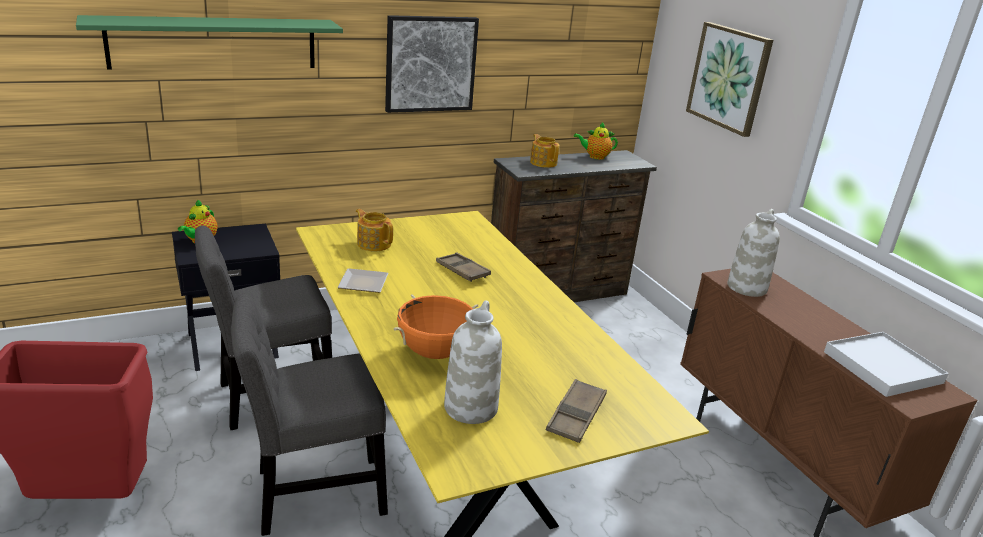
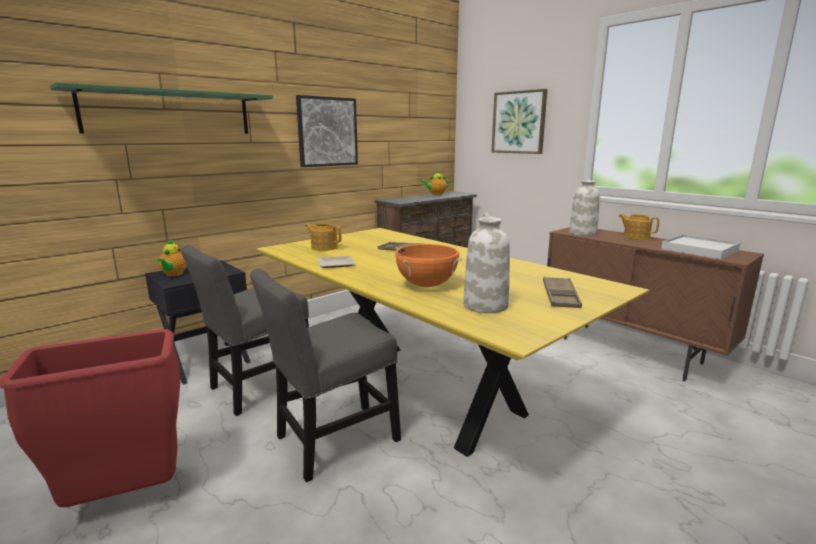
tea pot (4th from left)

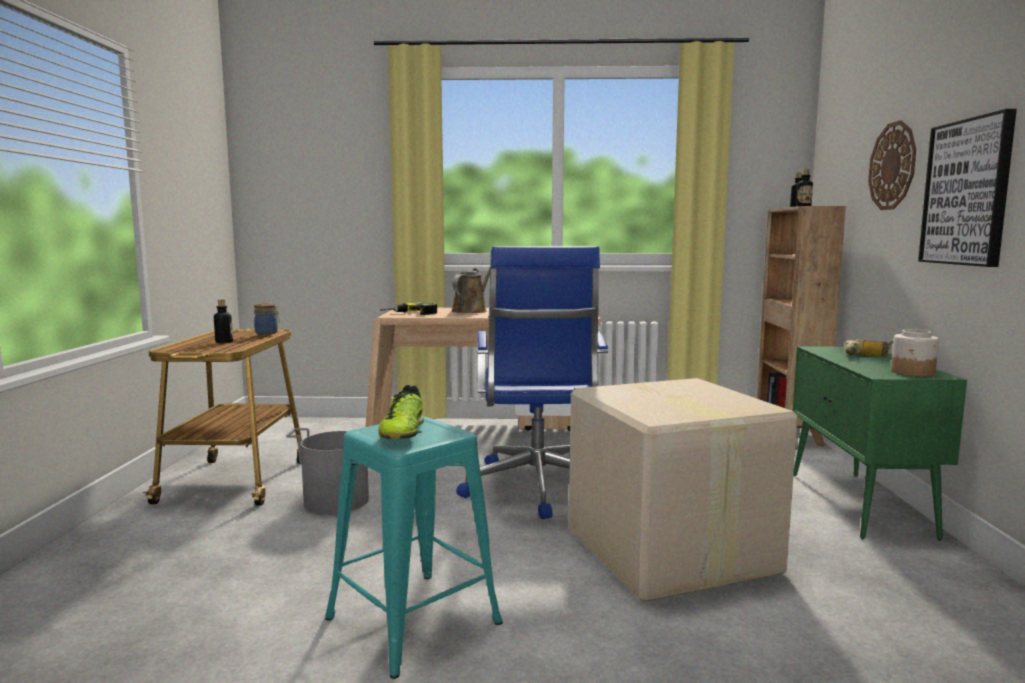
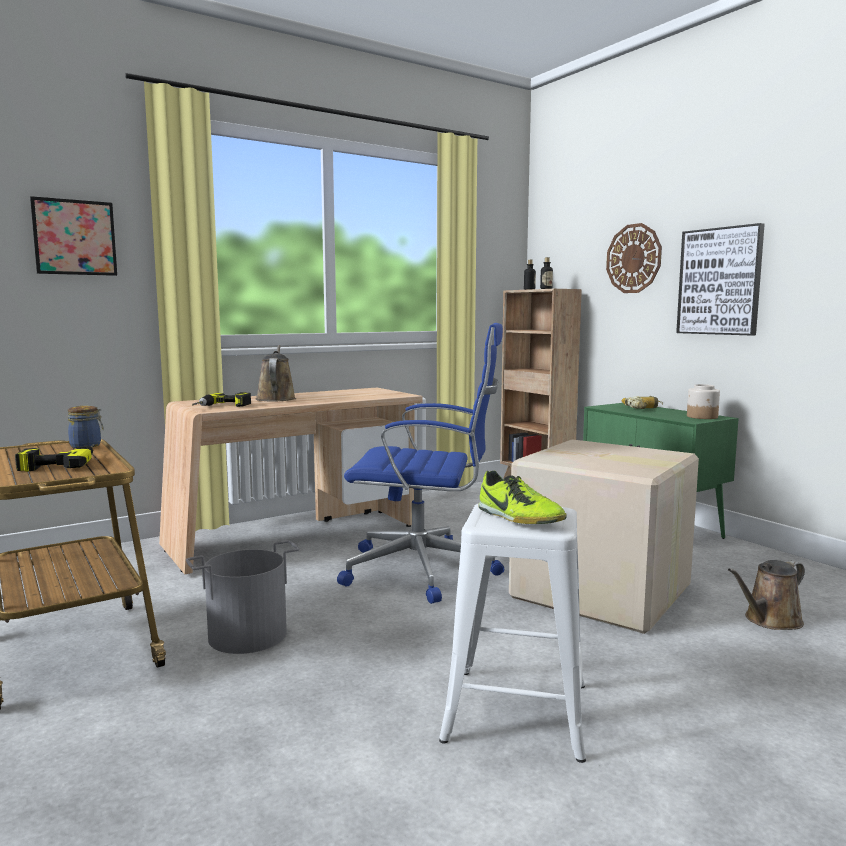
power drill (1st from left); wall picture (1st from left); desk chair (blue); sitting stool (whitish); watering pot (brownish) (2nd from left)

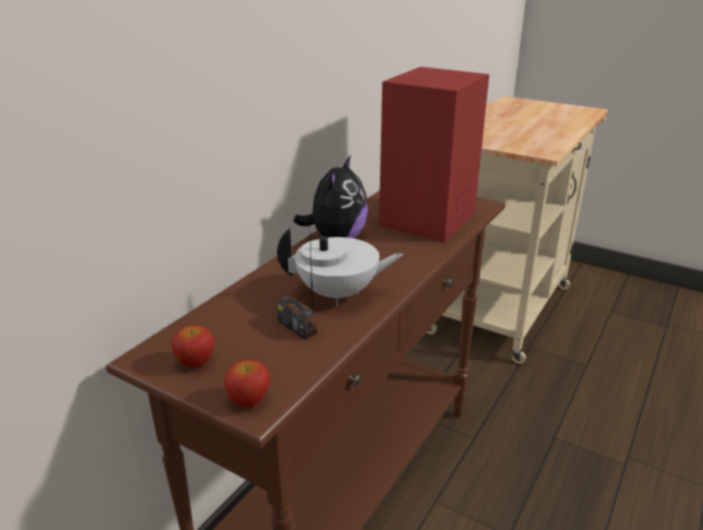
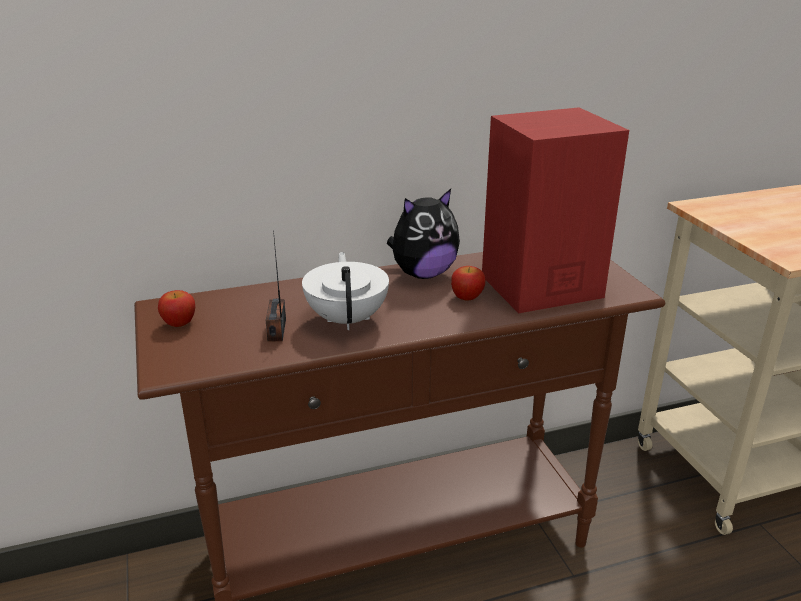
tea pot (whitish); apple fruit (2nd from left)

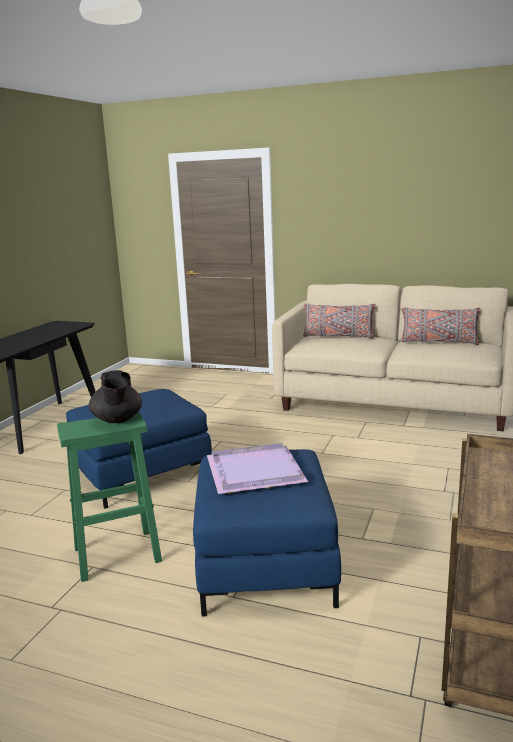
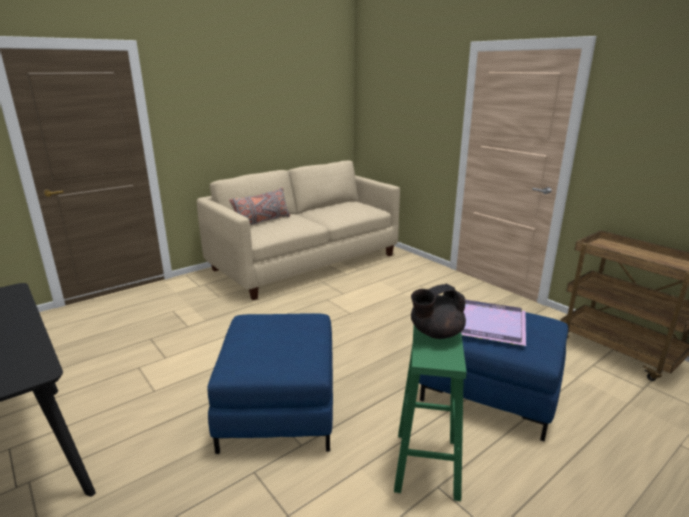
tea pot (blackish); cushion (gray) (2nd from left in the first image)

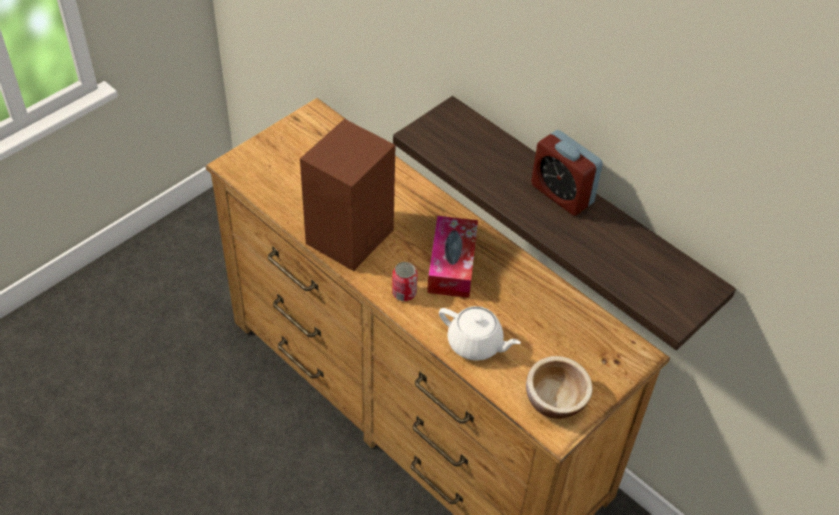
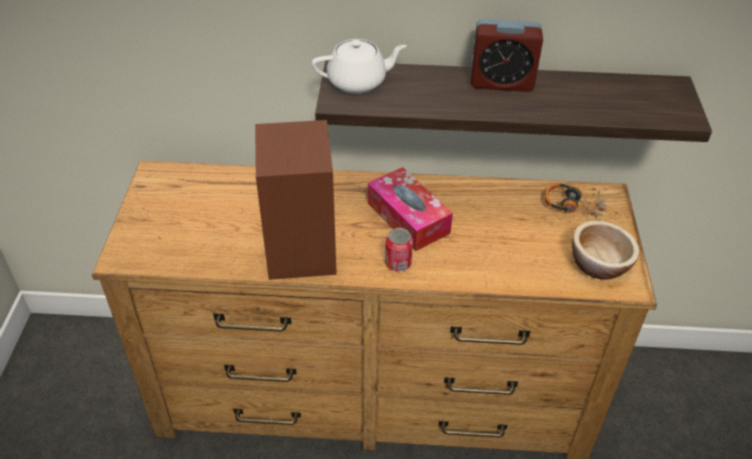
tea pot (whitish); headphones

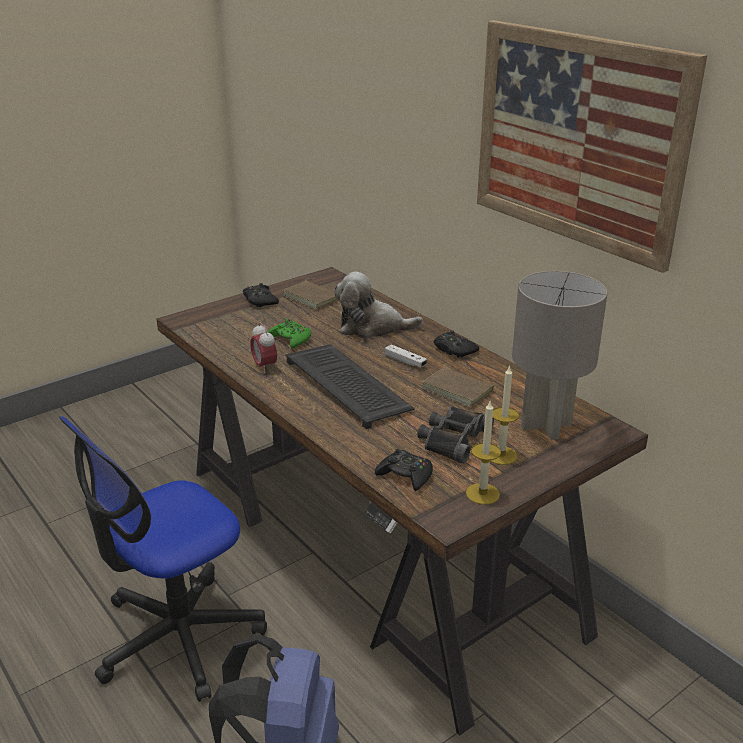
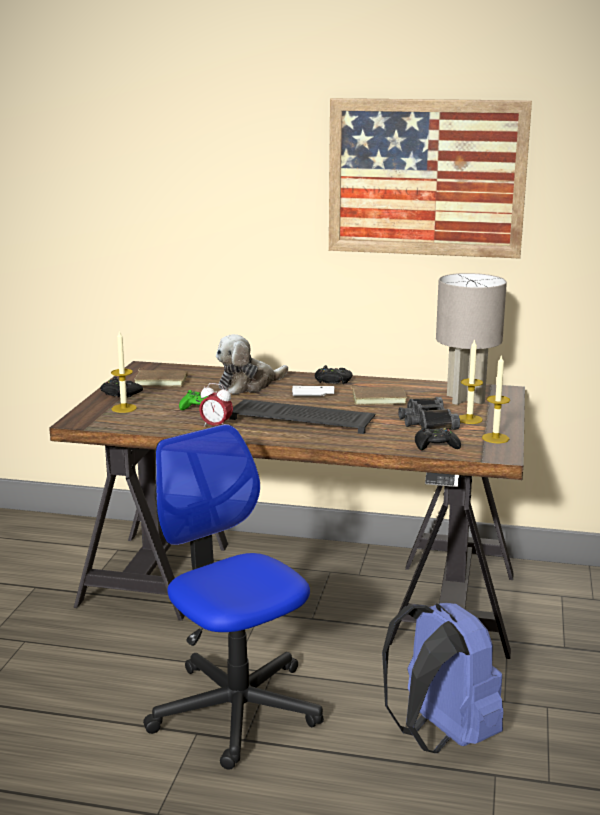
wax candle (1st from left); desk chair

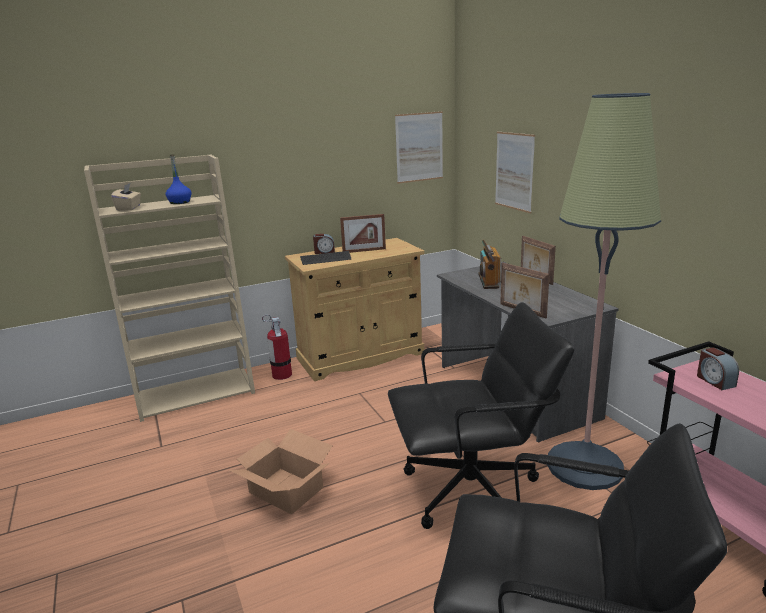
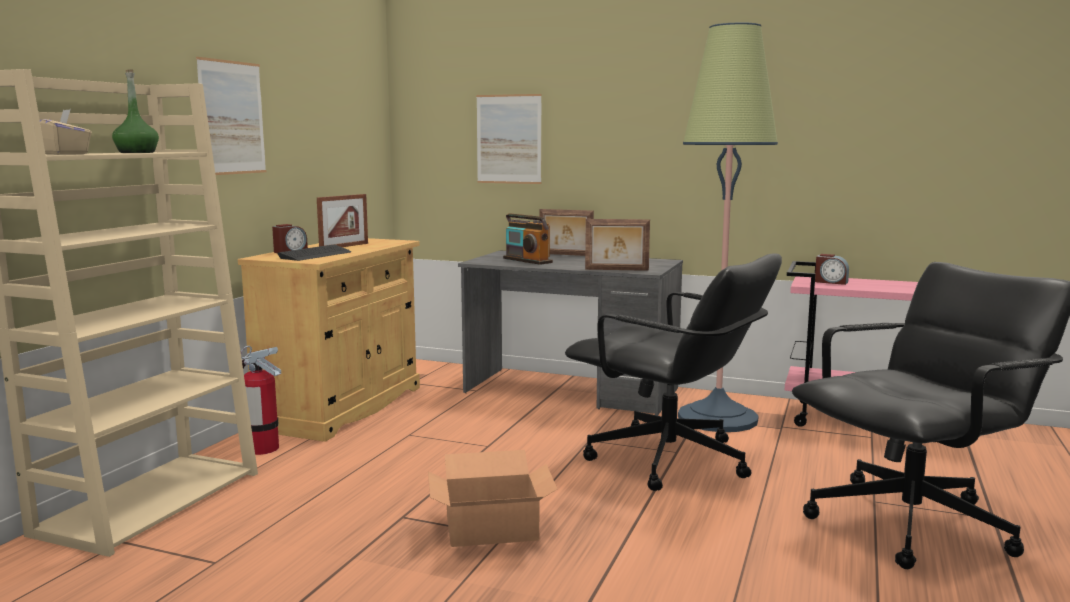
drink bottle (green); wall picture (1st from left); desk chair (blackish) (1st from left)

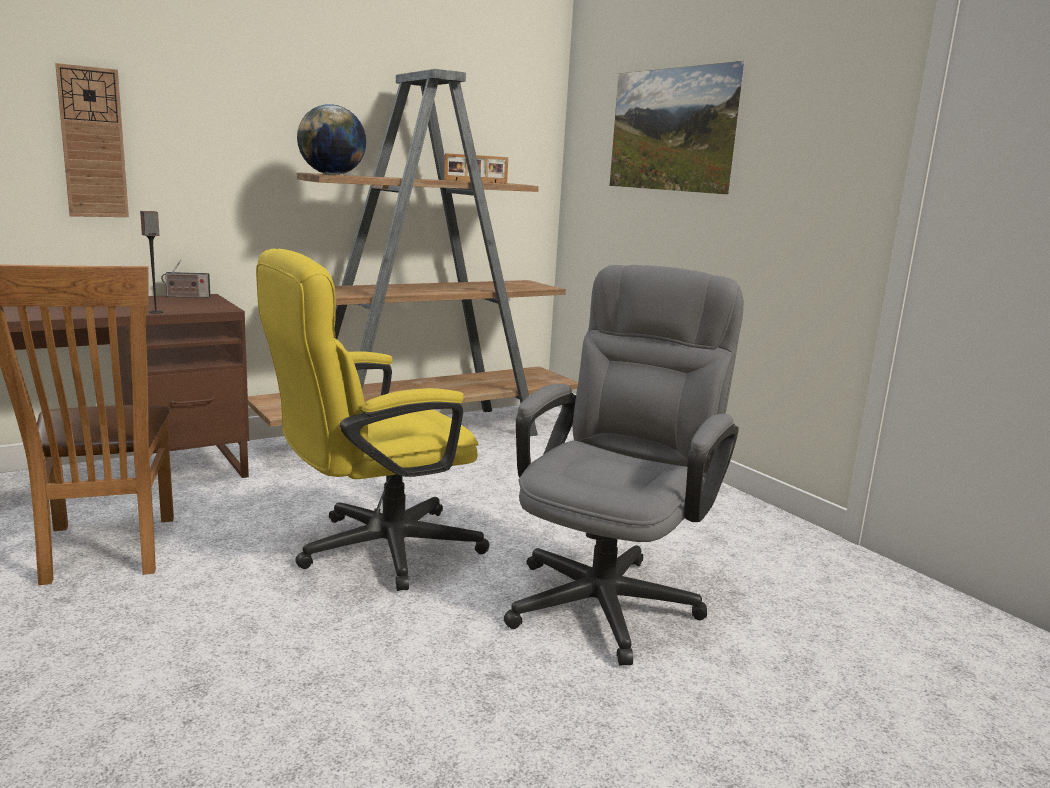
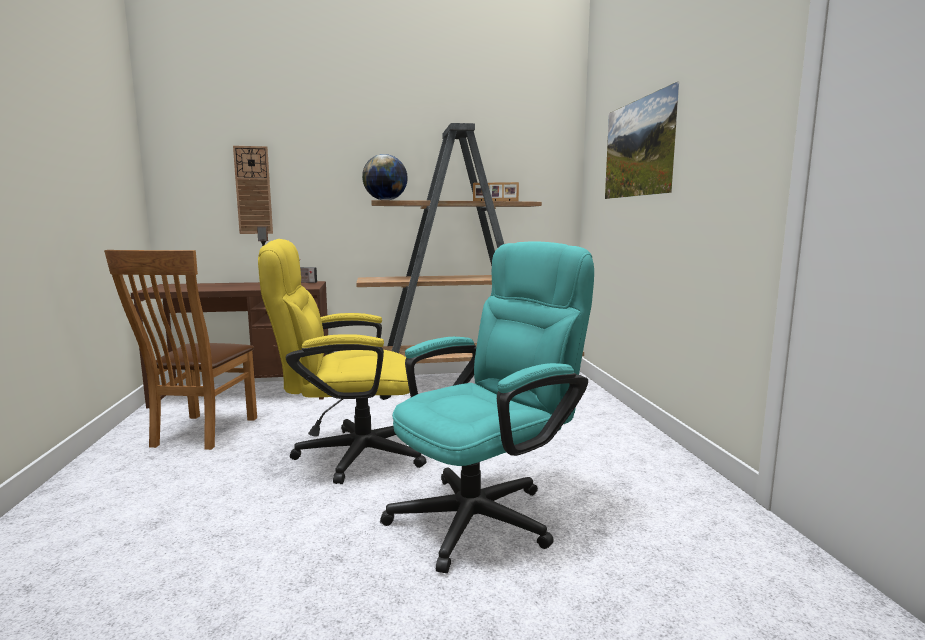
desk chair (turquoise)

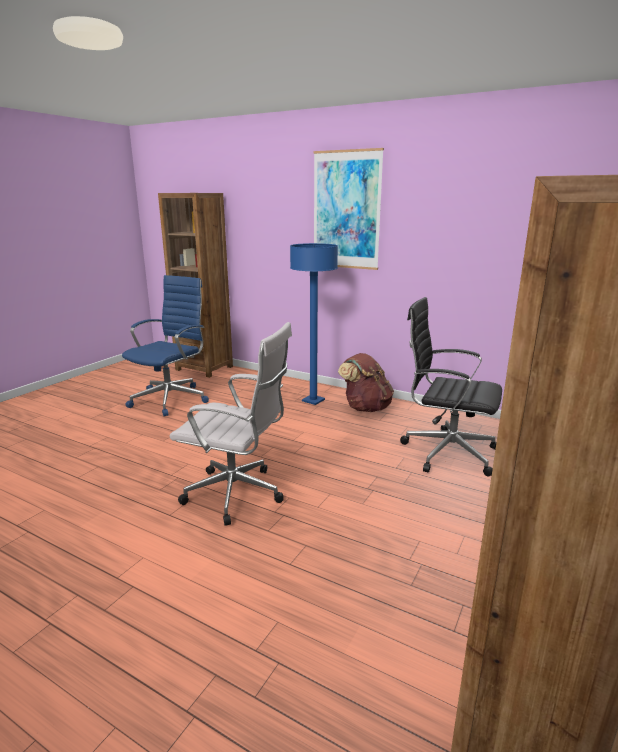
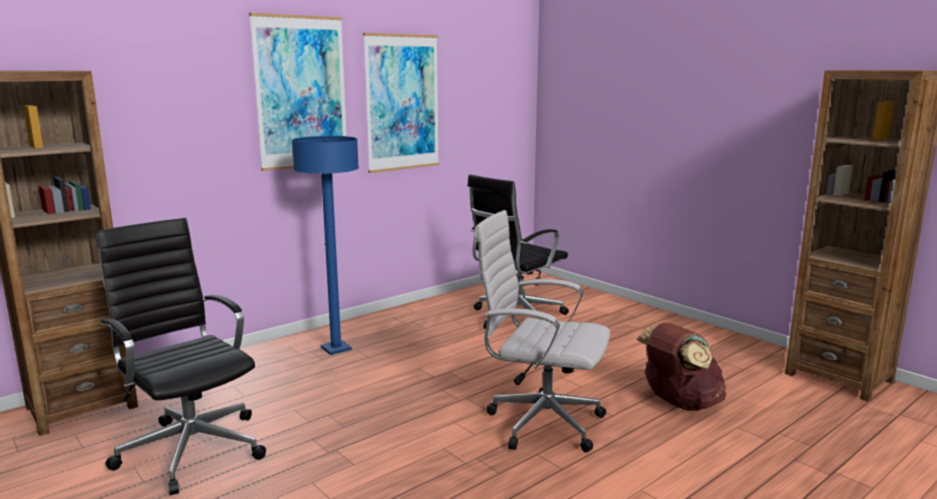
desk chair (blackish) (1st from left); wall picture (2nd from left); desk chair (whitish); knapsack (brownish)

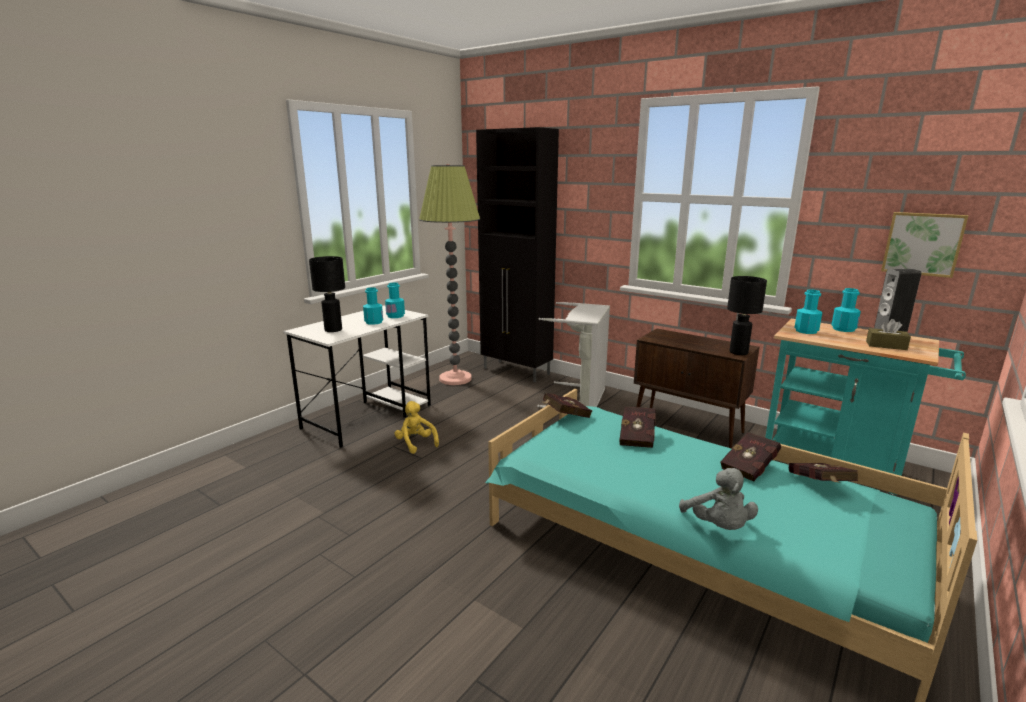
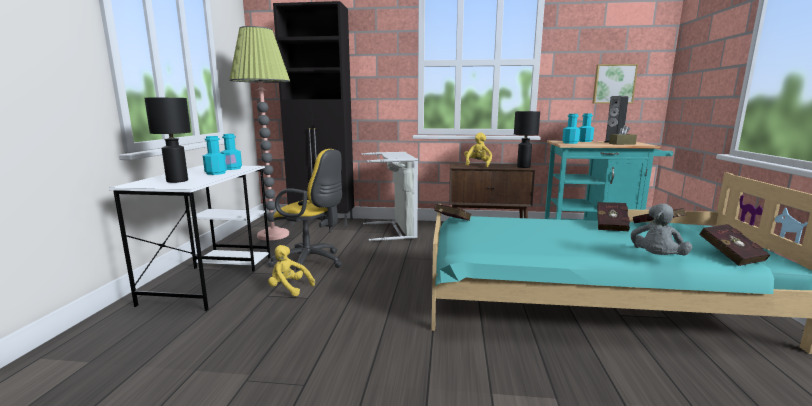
desk chair (yellowish); soft toy (yellowish) (2nd from left); soft toy (gray); volume (red) (4th from left)

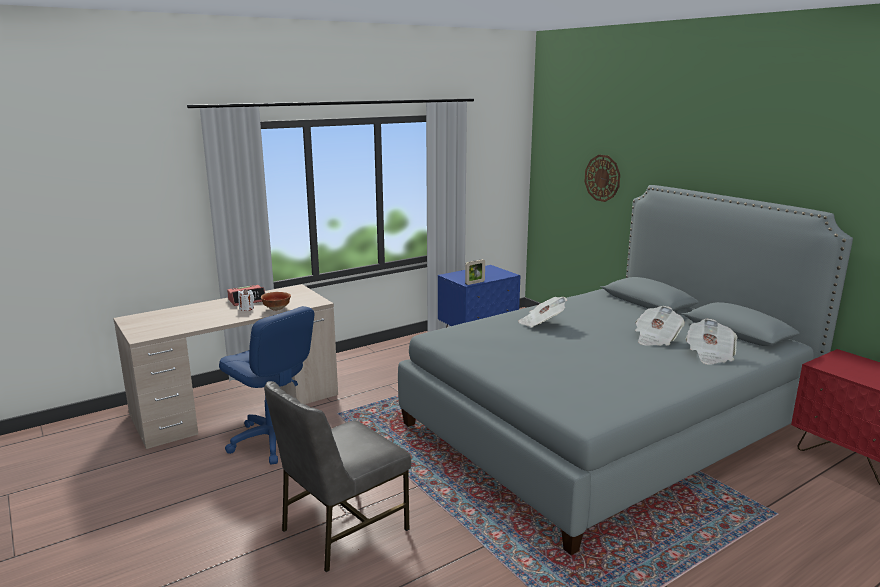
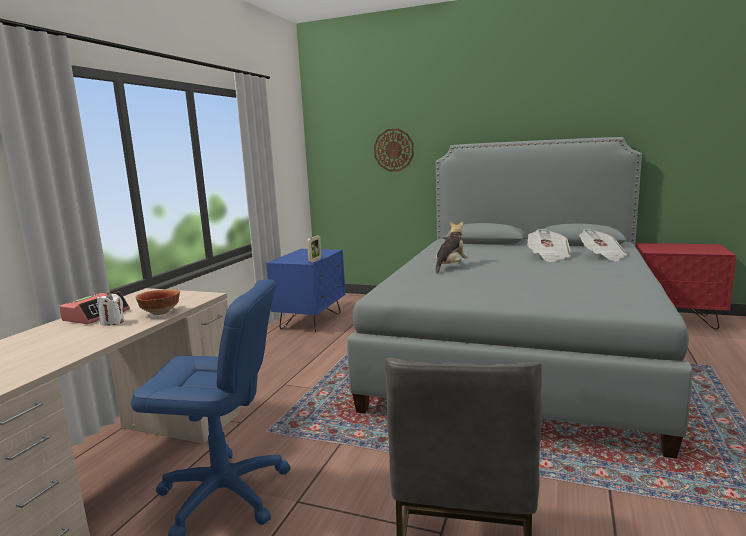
soft toy

